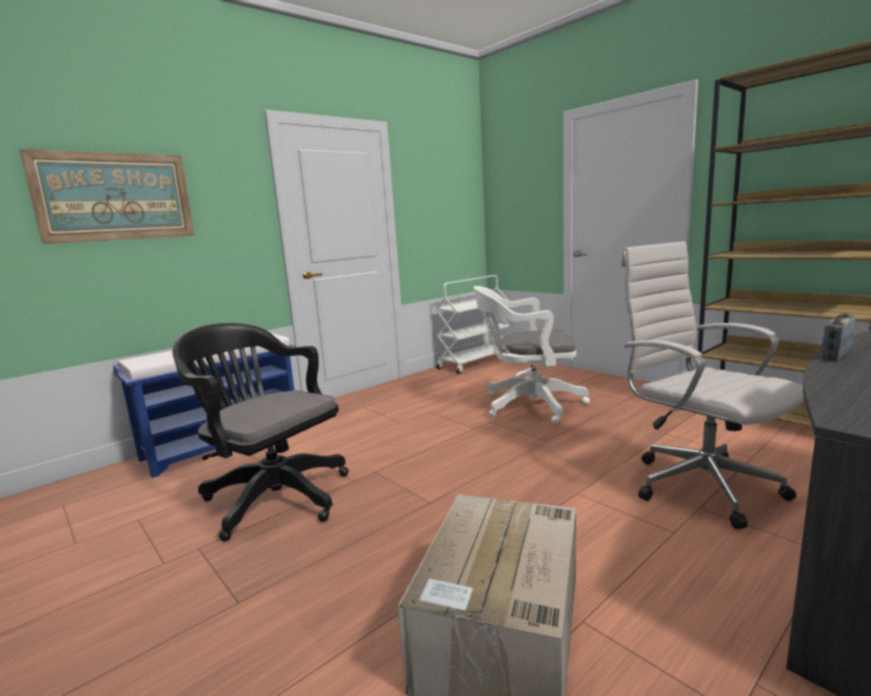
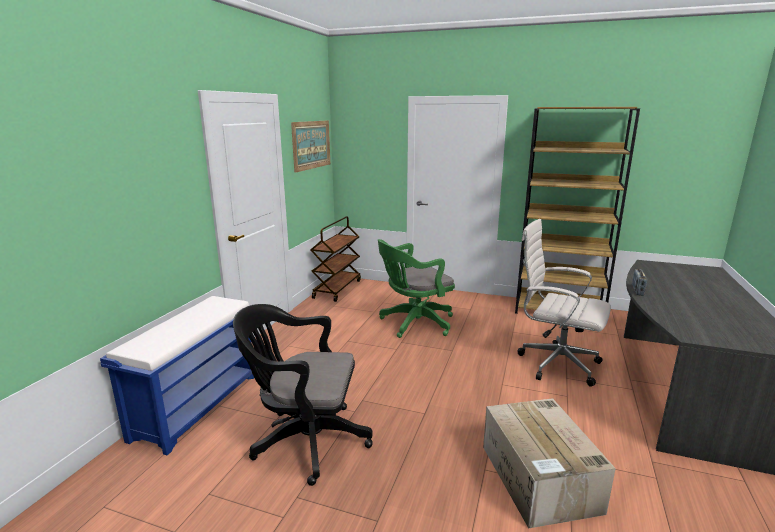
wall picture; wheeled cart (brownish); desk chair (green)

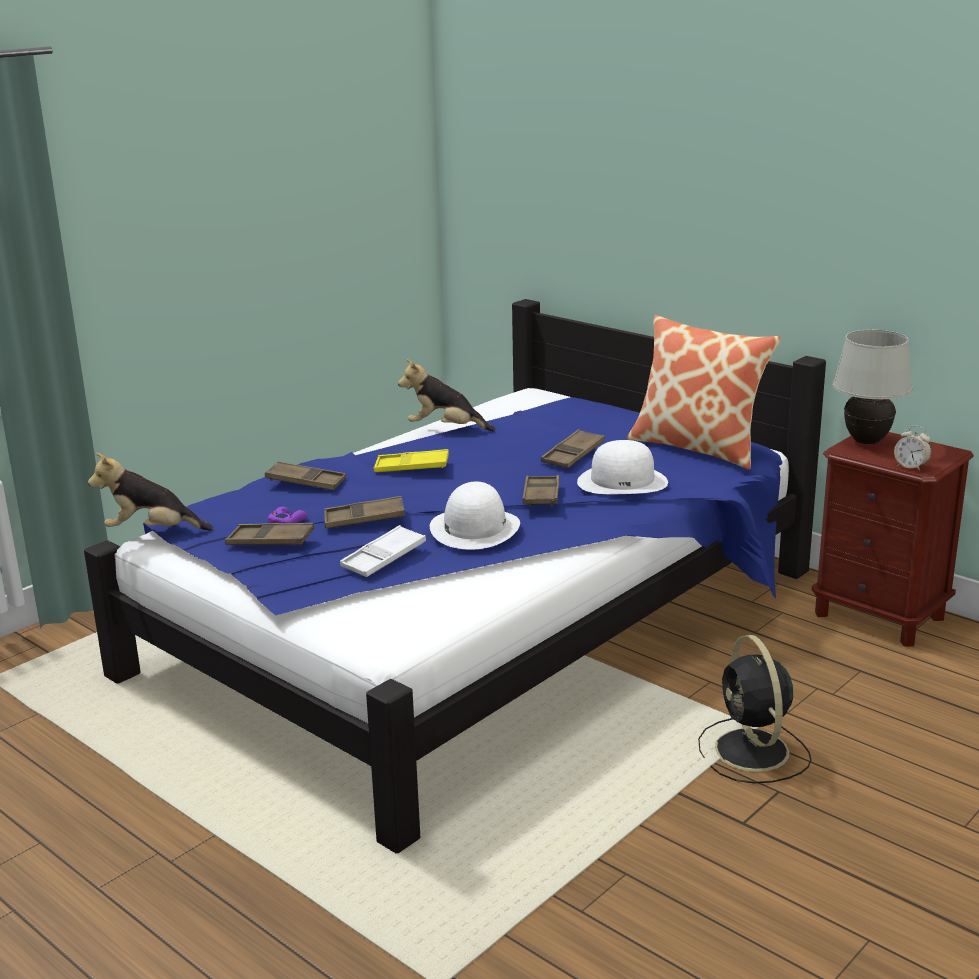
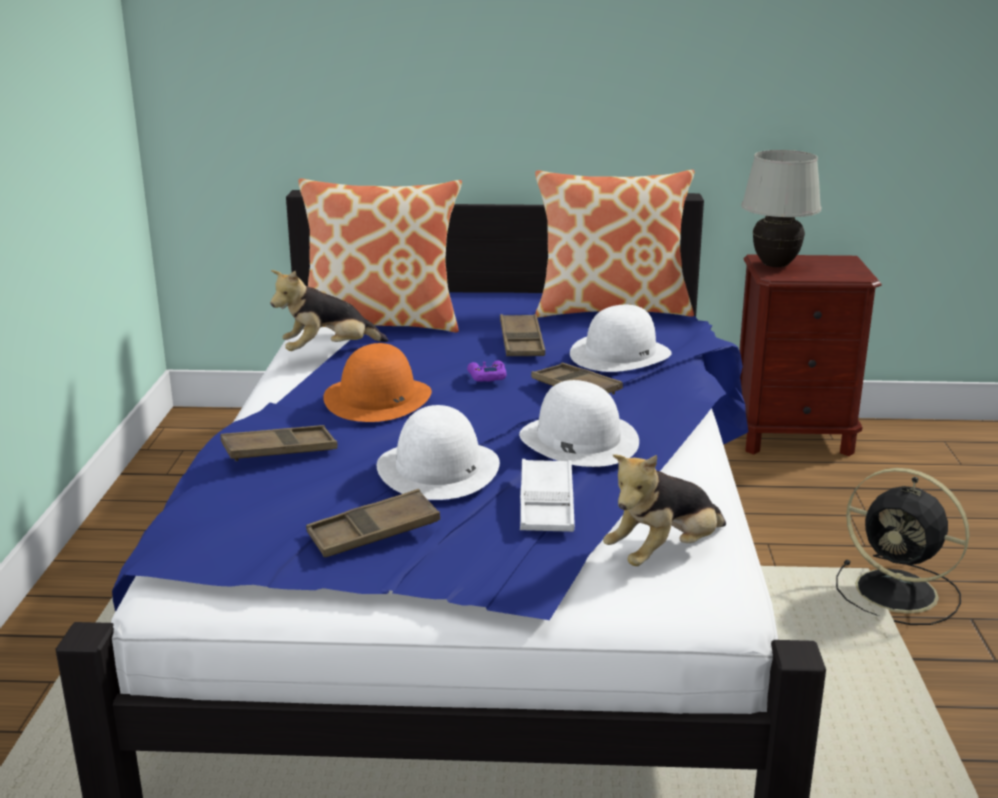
cushion (1st from left); clothing hat (orange); clothing hat (whitish) (1st from left); game controller (purple-coloured); soft toy (2nd from left); alarm clock

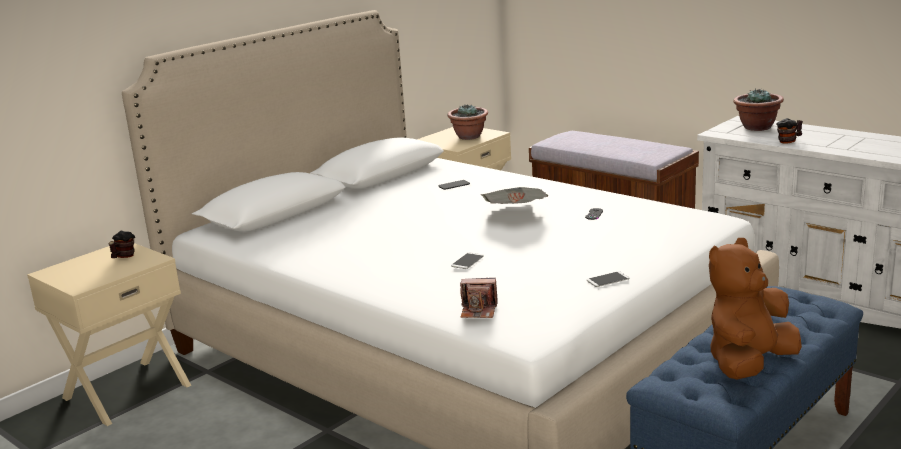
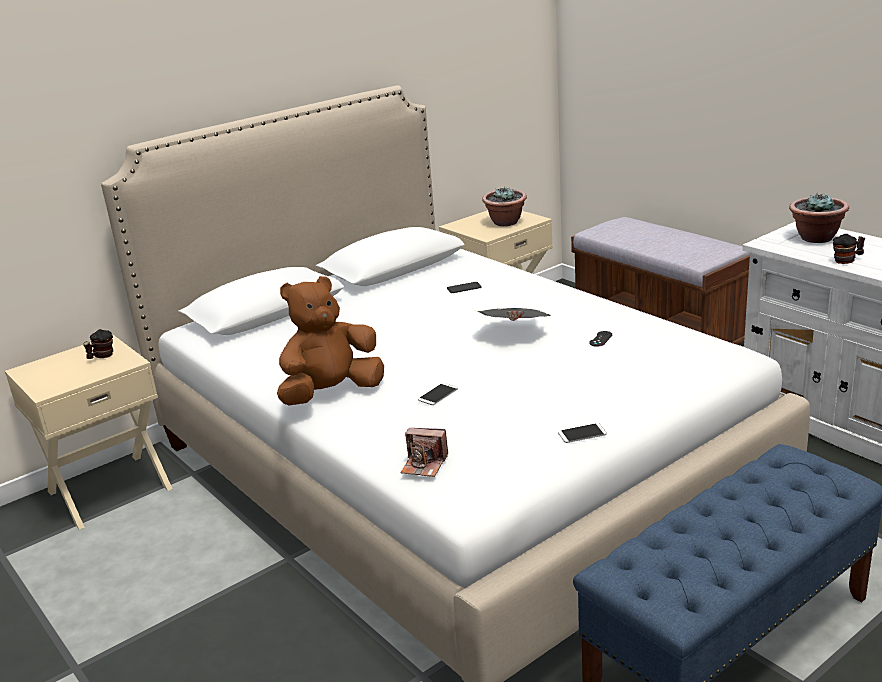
soft toy (brownish)

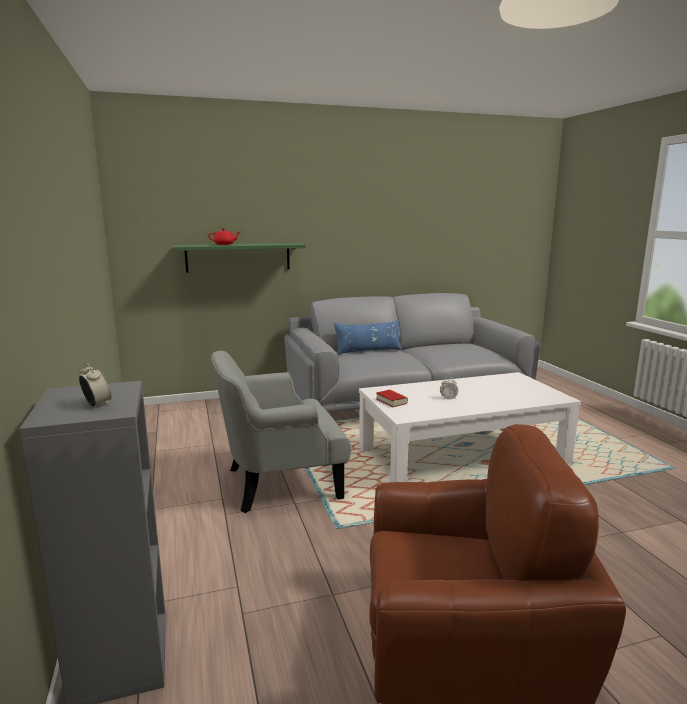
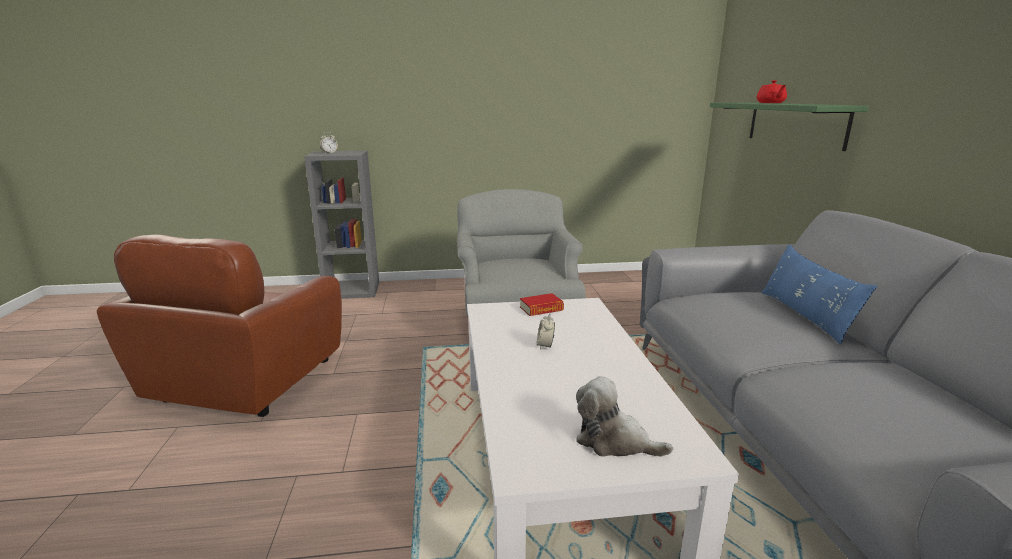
soft toy

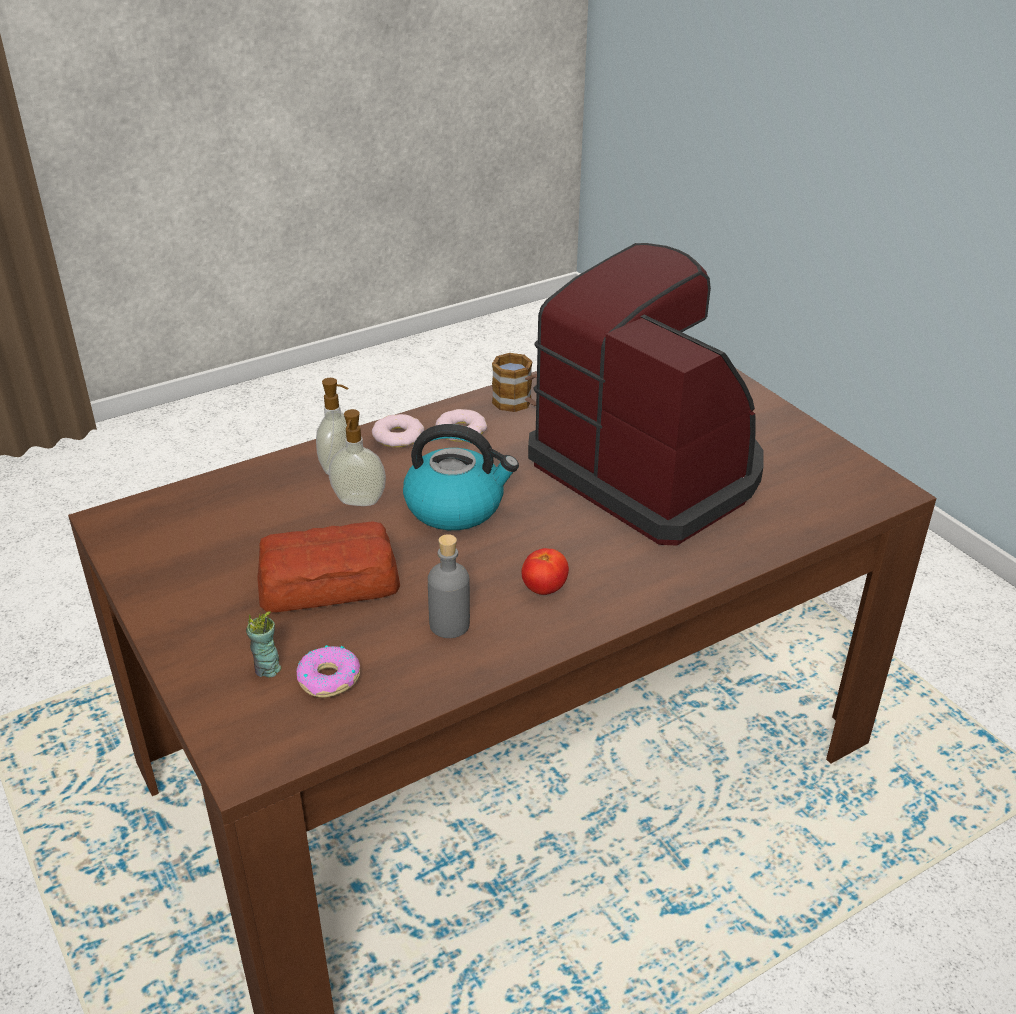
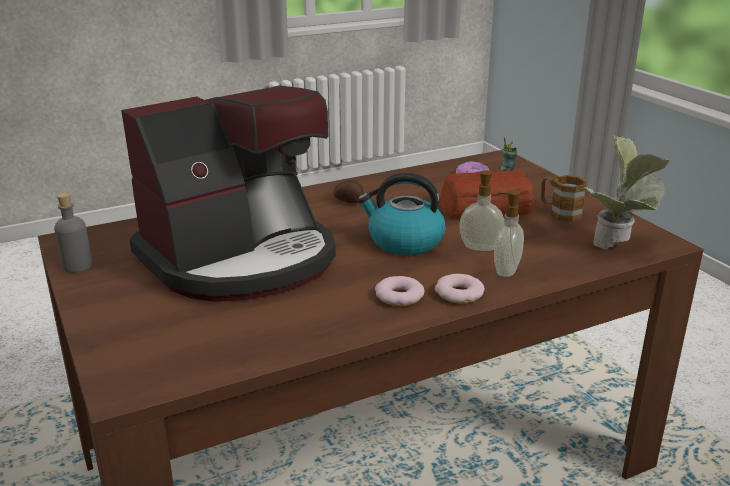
drink bottle (gray); coffee machine; spud; mug; potted plant

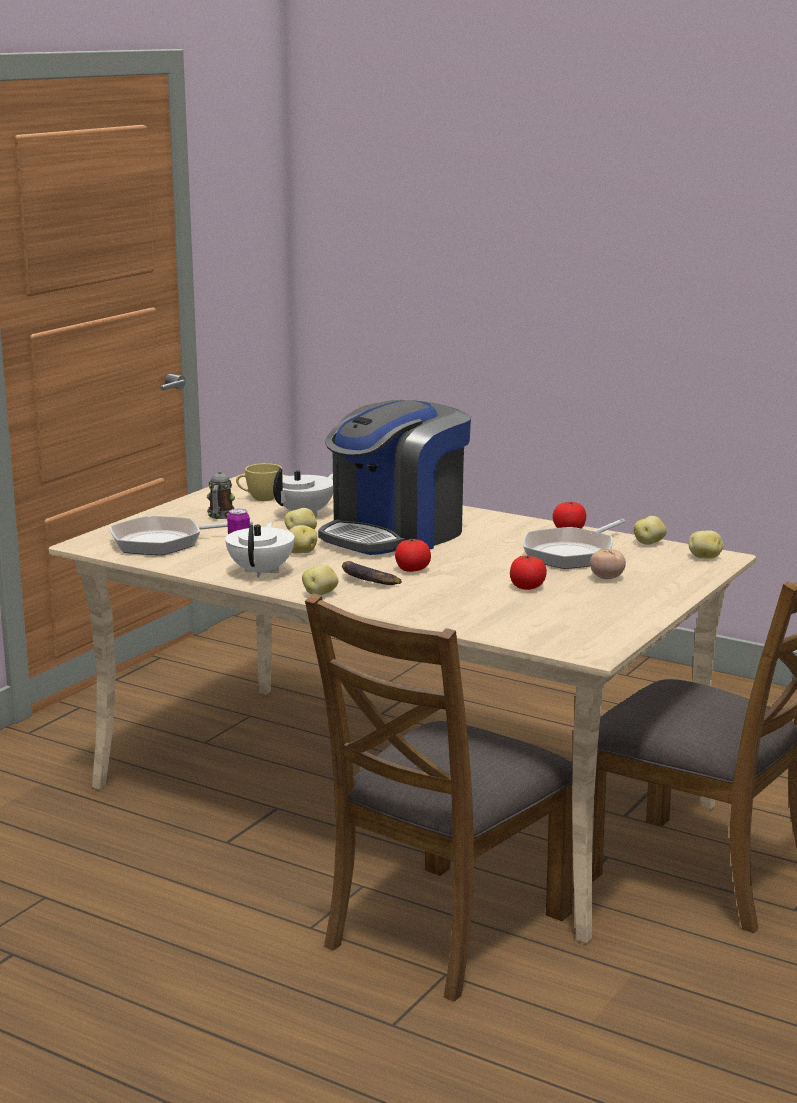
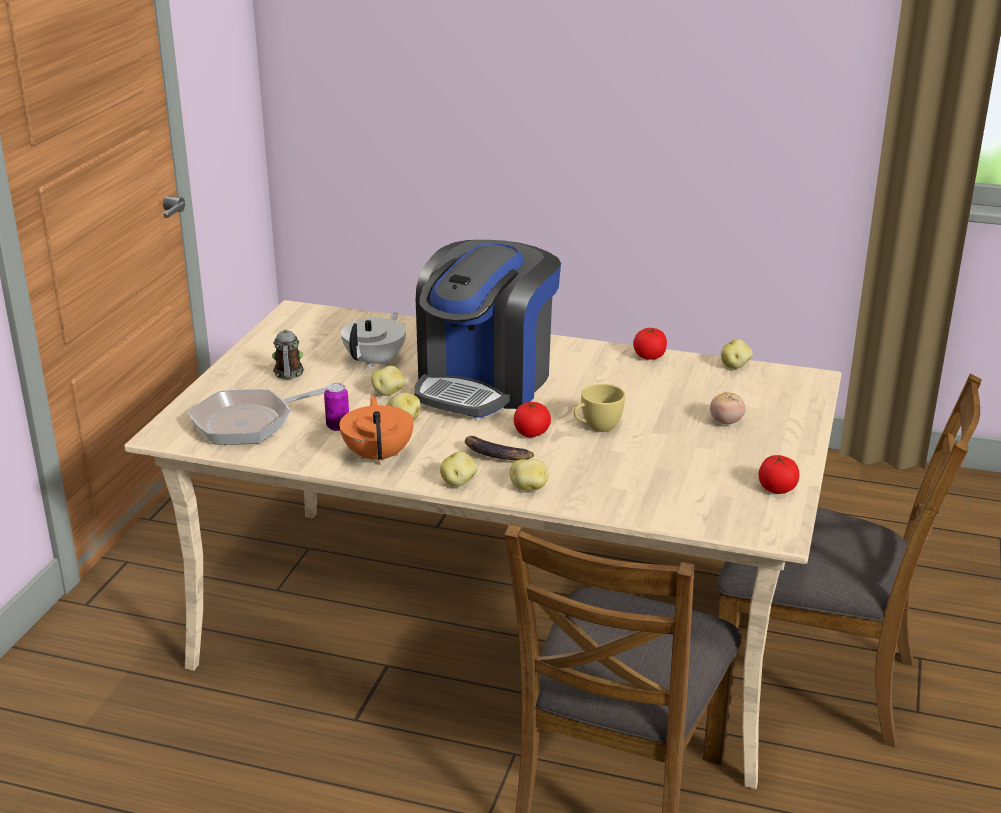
tea pot (orange); spud (4th from left); small cup (yellowish); whole tomato (4th from left); frying pan (2nd from left in the first image)

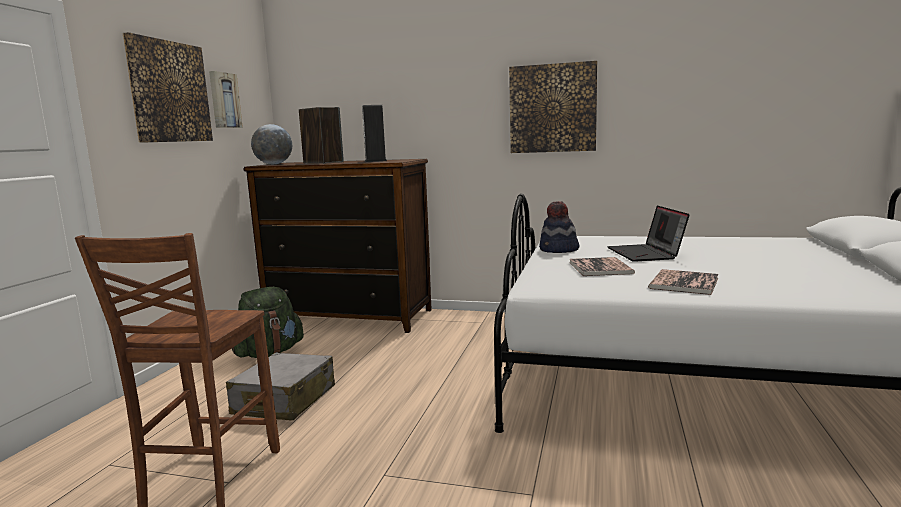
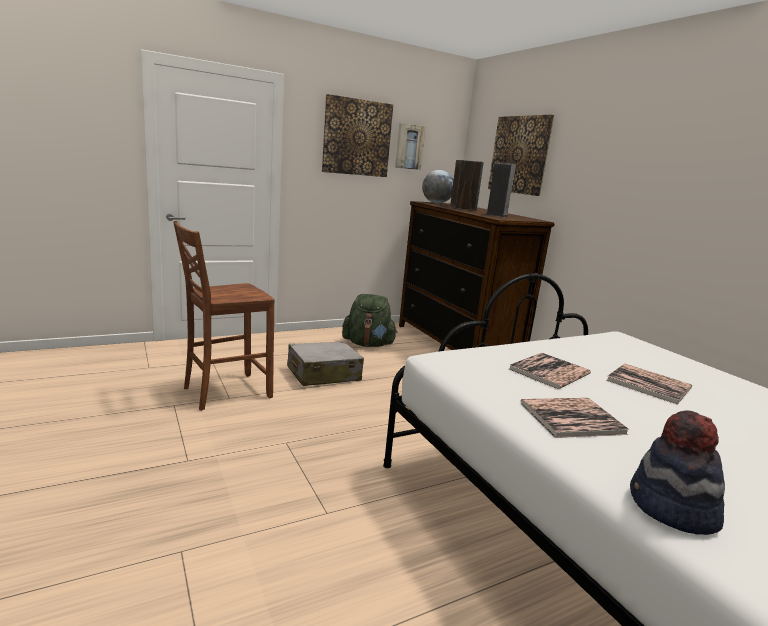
wall picture (3rd from left); volume (3rd from left); clothing hat

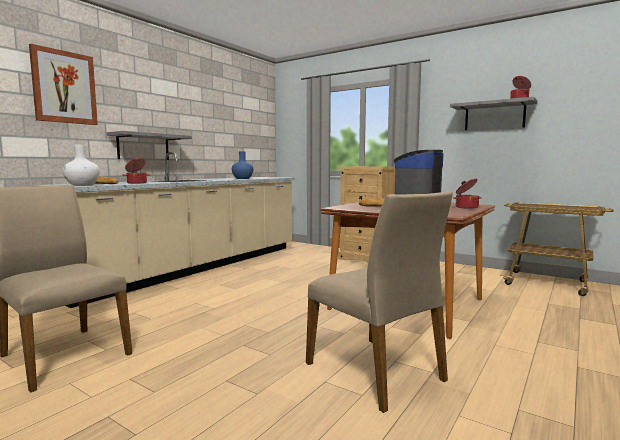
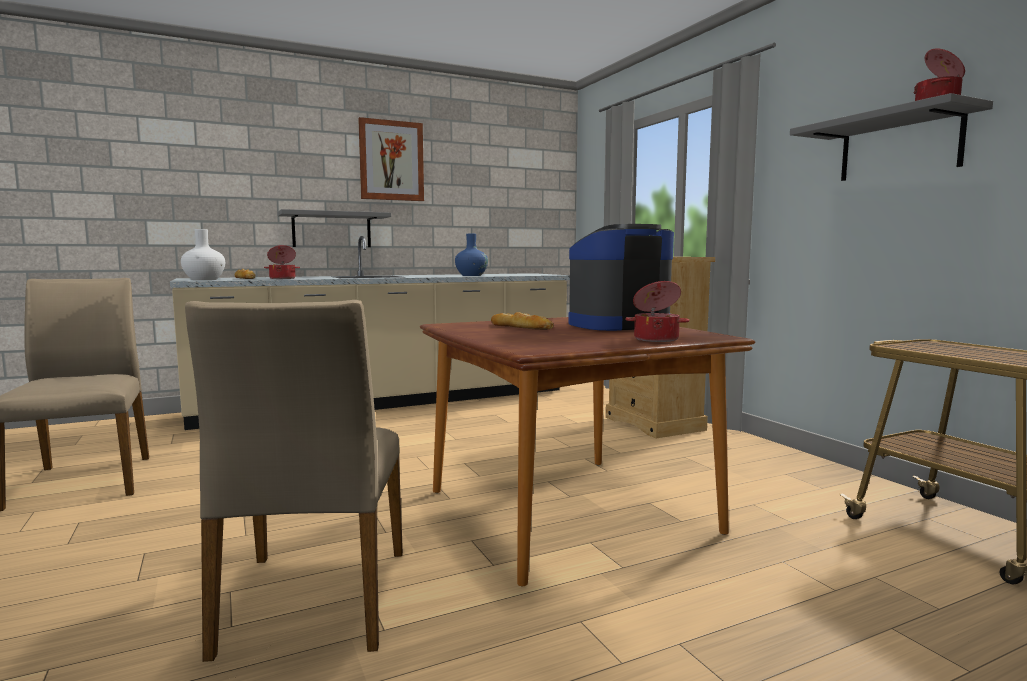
wall picture

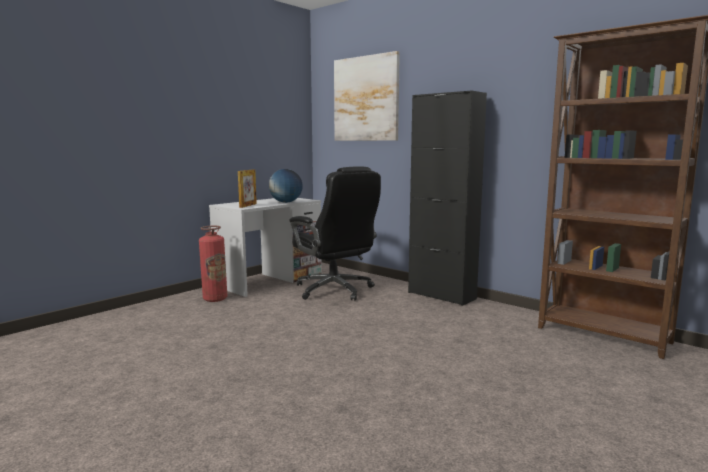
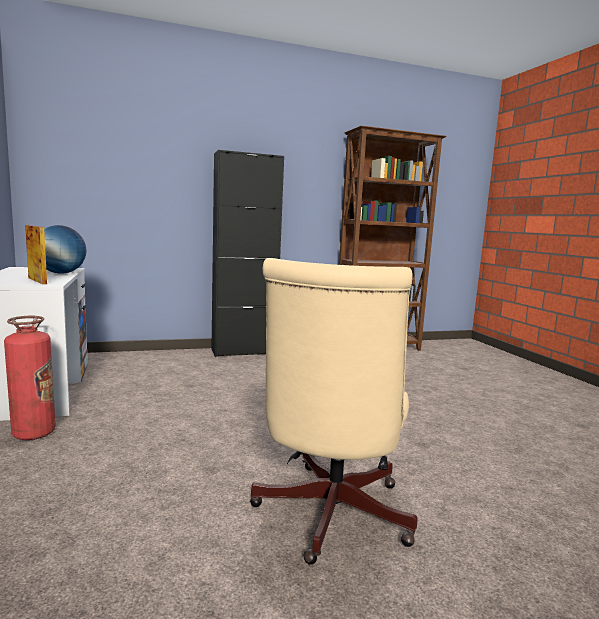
desk chair (beige); desk chair (blackish); wall picture

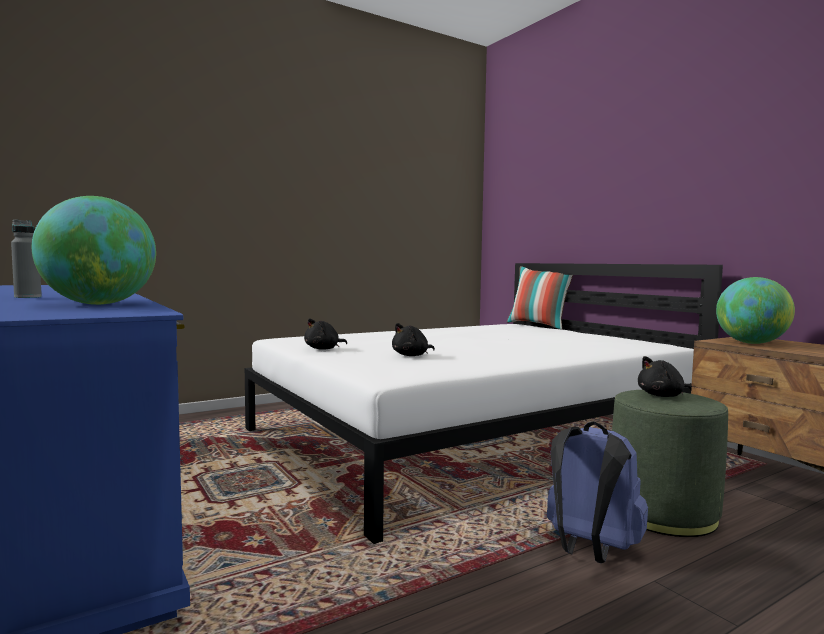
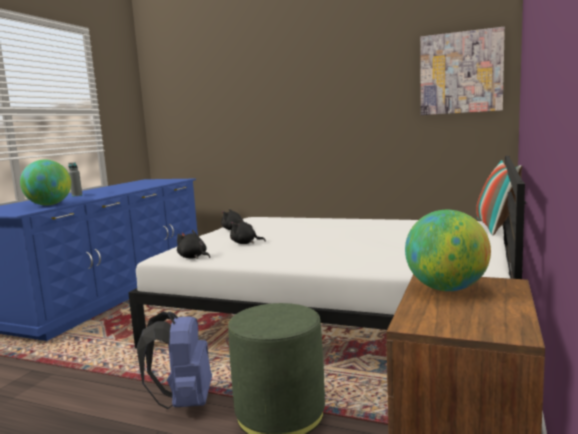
soft toy (blackish) (1st from left); wall picture

